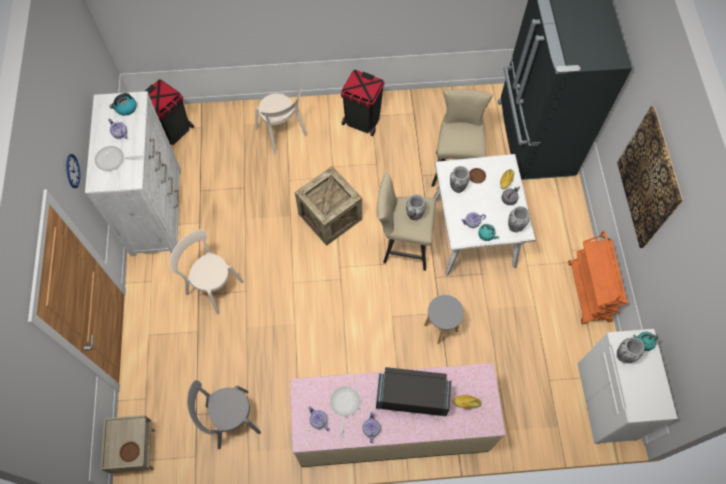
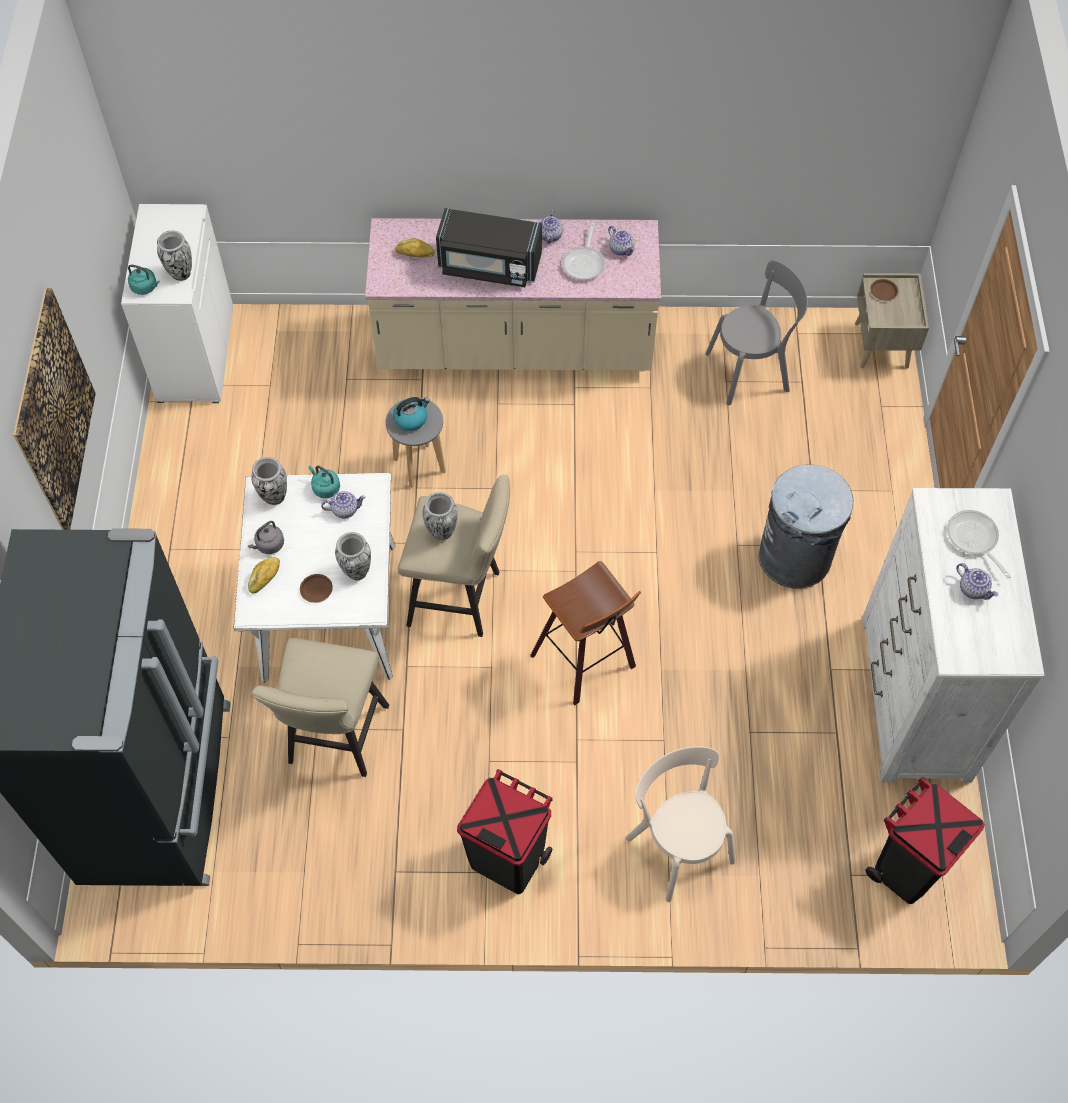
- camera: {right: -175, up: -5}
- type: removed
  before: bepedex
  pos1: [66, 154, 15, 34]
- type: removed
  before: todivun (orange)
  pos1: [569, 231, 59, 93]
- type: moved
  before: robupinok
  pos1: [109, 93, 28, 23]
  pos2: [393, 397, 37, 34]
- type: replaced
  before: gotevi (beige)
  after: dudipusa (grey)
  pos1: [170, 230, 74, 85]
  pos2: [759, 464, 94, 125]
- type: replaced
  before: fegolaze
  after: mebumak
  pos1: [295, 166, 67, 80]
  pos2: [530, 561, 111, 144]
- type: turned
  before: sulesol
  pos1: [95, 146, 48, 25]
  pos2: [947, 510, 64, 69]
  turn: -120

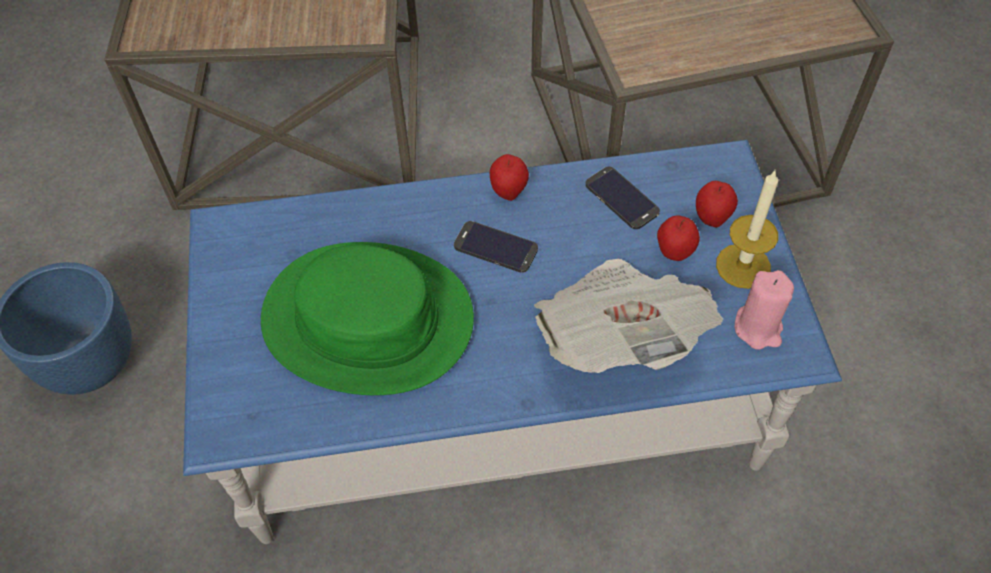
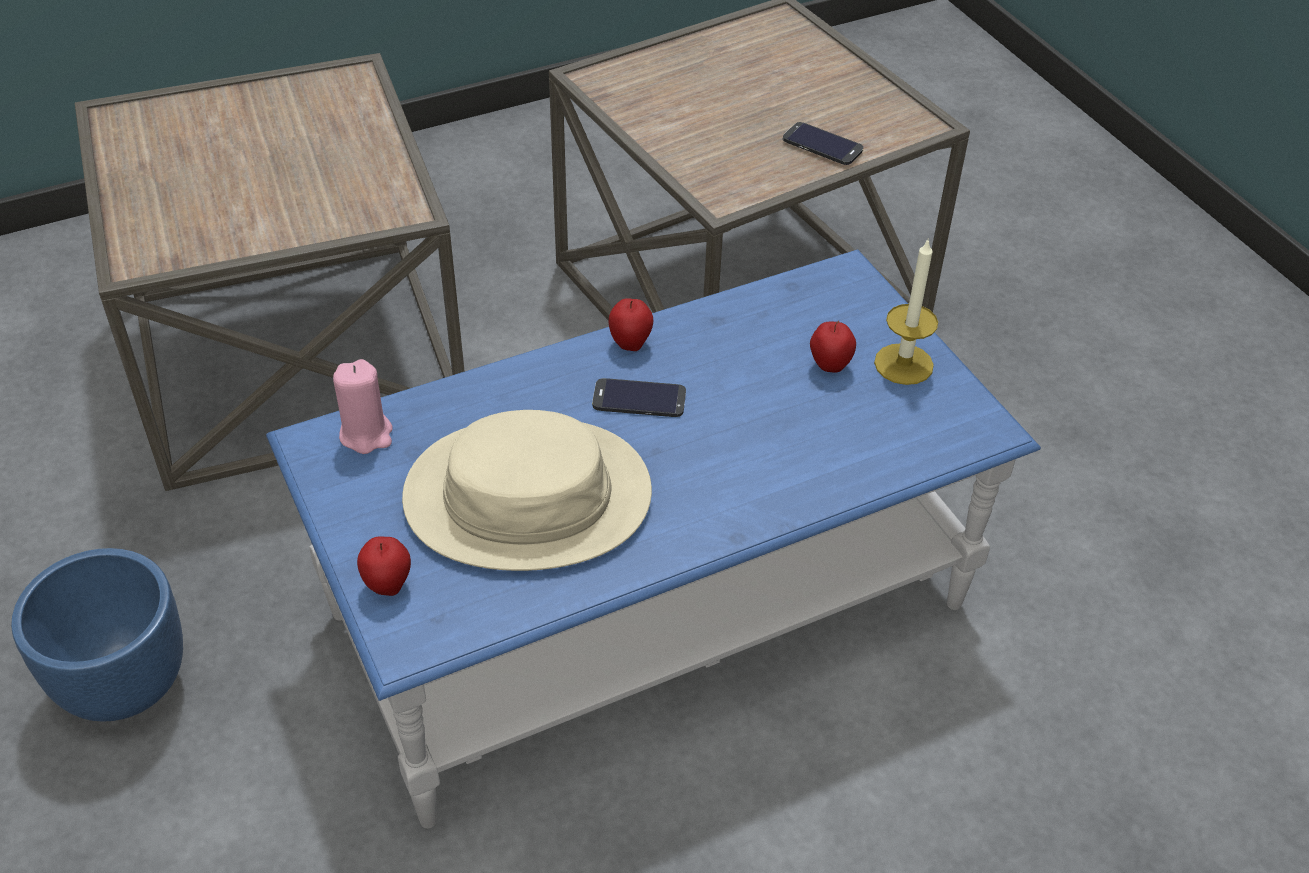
- camera: {right: -20, up: -10}
- type: removed
  before: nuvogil
  pos1: [534, 259, 189, 114]
- type: moved
  before: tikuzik
  pos1: [585, 167, 75, 62]
  pos2: [783, 122, 80, 43]
- type: moved
  before: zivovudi
  pos1: [696, 181, 42, 46]
  pos2: [357, 536, 54, 60]
- type: moved
  before: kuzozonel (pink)
  pos1: [735, 270, 59, 80]
  pos2: [333, 359, 59, 95]
- type: recoloured
  before: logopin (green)
  after: logopin (beige)
  pos1: [261, 242, 213, 153]
  pos2: [402, 410, 250, 161]

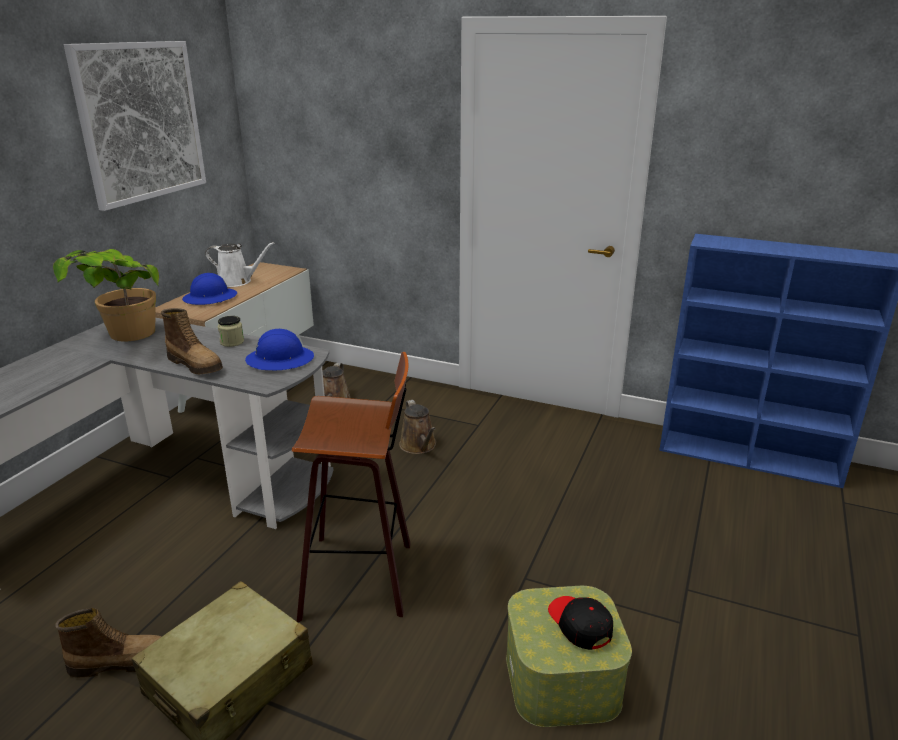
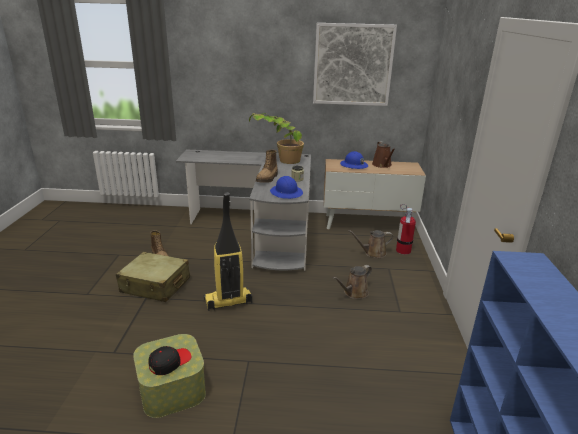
- camera: {right: 70, up: 0}
- type: added
  after: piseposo
  pos2: [396, 204, 20, 50]
- type: replaced
  before: mebumak
  after: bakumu
  pos1: [292, 352, 118, 270]
  pos2: [204, 192, 48, 119]
- type: recoloured
  before: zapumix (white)
  after: zapumix (brown)
  pos1: [205, 242, 69, 45]
  pos2: [372, 141, 23, 27]

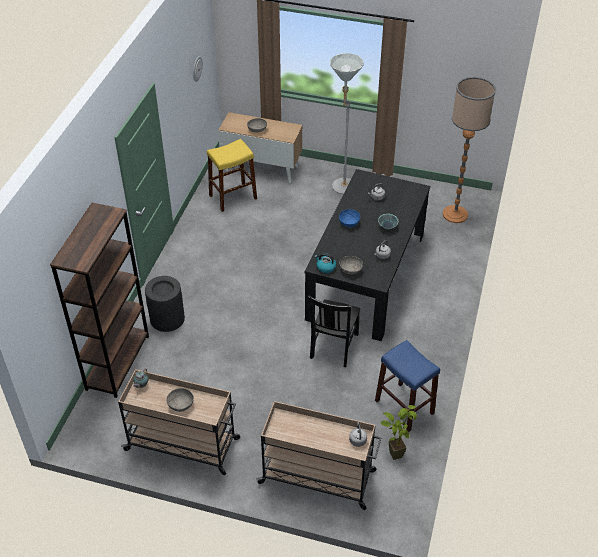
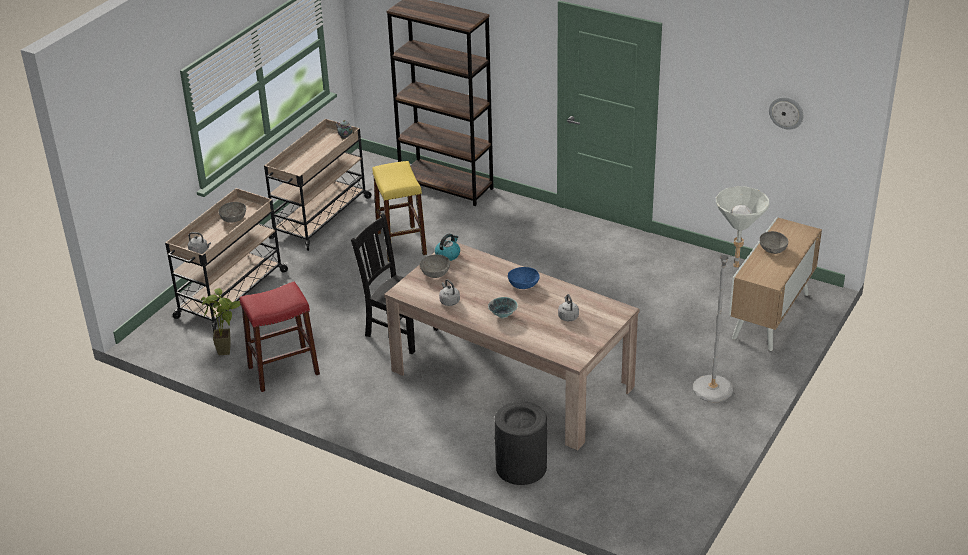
- camera: {right: 105, up: -10}
- type: removed
  before: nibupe
  pos1: [443, 77, 53, 146]
- type: moved
  before: dudipusa (black)
  pos1: [145, 276, 40, 56]
  pos2: [494, 401, 53, 84]
- type: moved
  before: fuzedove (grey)
  pos1: [166, 388, 28, 24]
  pos2: [219, 202, 27, 21]
- type: moved
  before: mebumak (yellow)
  pos1: [207, 139, 50, 73]
  pos2: [373, 161, 54, 101]
- type: recoloured
  before: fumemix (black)
  after: fumemix (beige)
  pos1: [304, 169, 126, 172]
  pos2: [384, 242, 256, 208]
- type: recoloured
  before: mebumak (blue)
  after: mebumak (red)
  pos1: [375, 340, 65, 92]
  pos2: [240, 281, 80, 111]

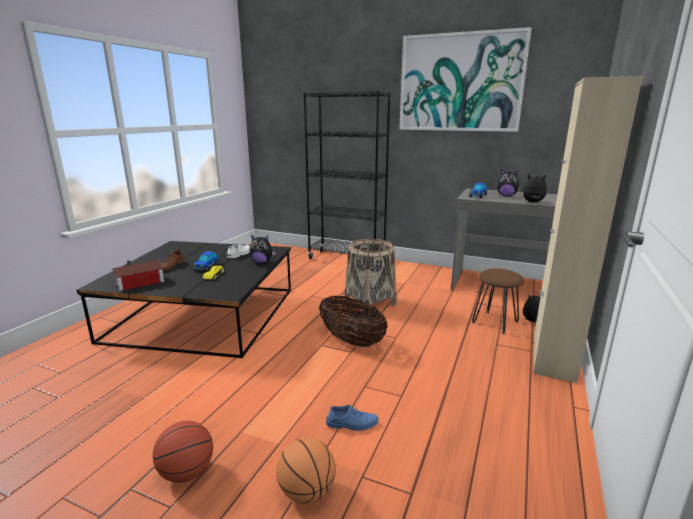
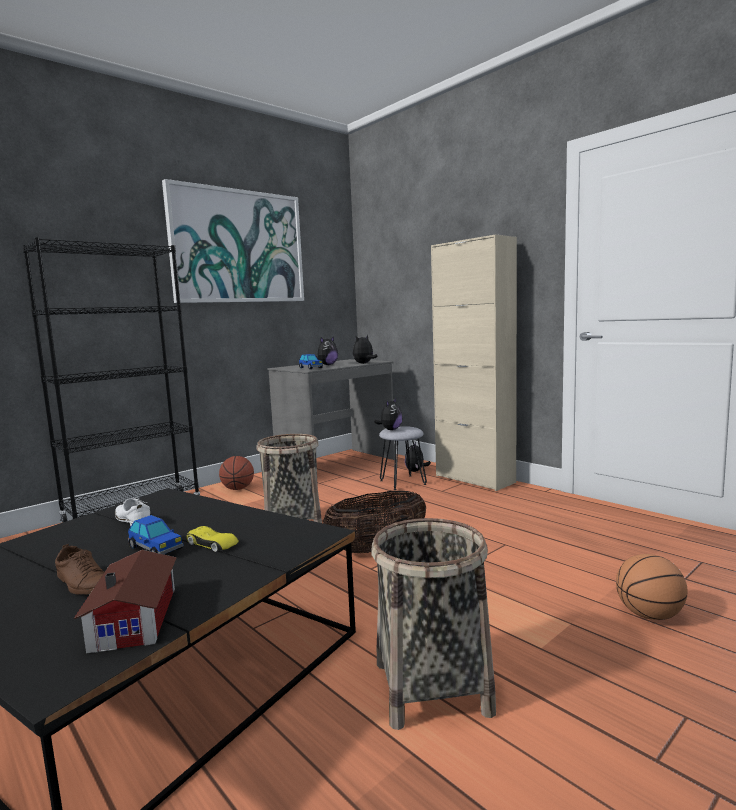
- camera: {right: -65, up: -10}
- type: removed
  before: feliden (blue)
  pos1: [326, 405, 53, 26]
- type: added
  after: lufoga
  pos2: [372, 518, 124, 212]
- type: moved
  before: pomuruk
  pos1: [153, 421, 60, 62]
  pos2: [219, 456, 35, 34]
- type: moved
  before: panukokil
  pos1: [249, 235, 27, 28]
  pos2: [374, 398, 28, 32]
- type: recoloured
  before: mebumak (brown)
  after: mebumak (grey)
  pos1: [472, 268, 52, 66]
  pos2: [379, 426, 48, 64]

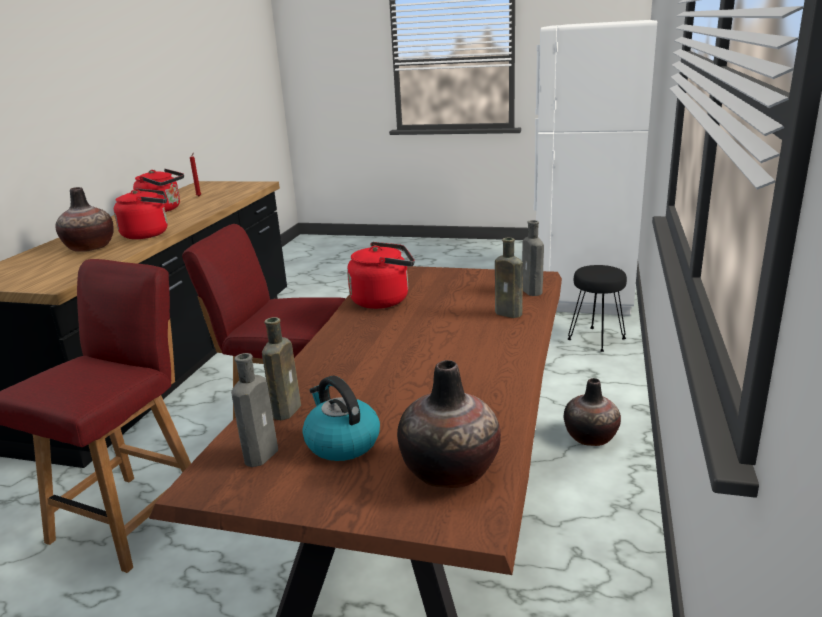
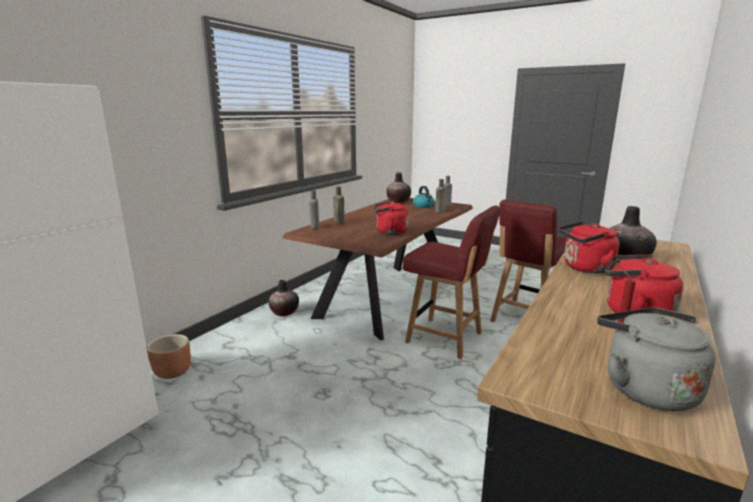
- camera: {right: -165, up: -5}
- type: added
  after: robupinok (grey)
  pos2: [597, 308, 119, 103]
- type: replaced
  before: mebumak (black)
  after: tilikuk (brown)
  pos1: [568, 265, 59, 87]
  pos2: [147, 334, 44, 45]

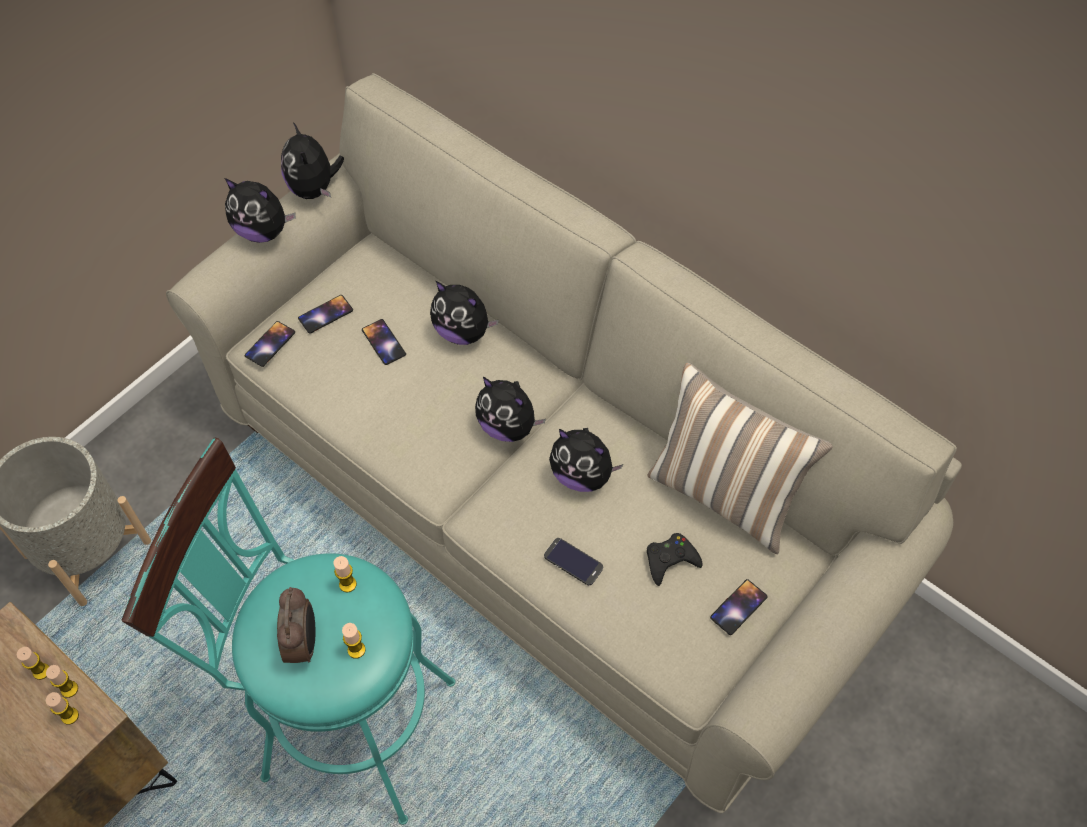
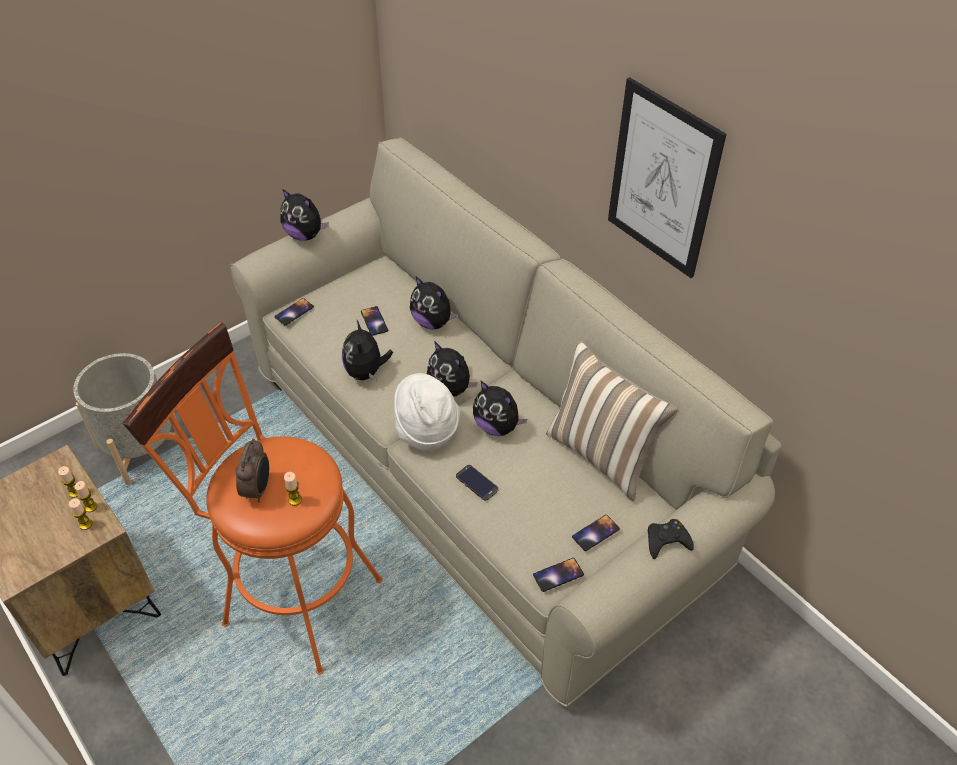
- camera: {right: 10, up: -10}
- type: removed
  before: kuzozonel
  pos1: [333, 556, 24, 37]
- type: added
  after: logopin (white)
  pos2: [394, 373, 66, 78]
- type: added
  after: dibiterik
  pos2: [608, 77, 118, 201]
- type: moved
  before: panukokil
  pos1: [281, 122, 63, 77]
  pos2: [342, 319, 51, 62]
- type: moved
  before: tikuzik
  pos1: [298, 295, 55, 39]
  pos2: [533, 558, 51, 34]
- type: moved
  before: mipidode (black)
  pos1: [647, 533, 56, 53]
  pos2: [648, 519, 46, 40]
- type: recoloured
  before: mebumak (turquoise)
  after: mebumak (orange)
  pos1: [122, 438, 333, 387]
  pos2: [123, 322, 260, 353]

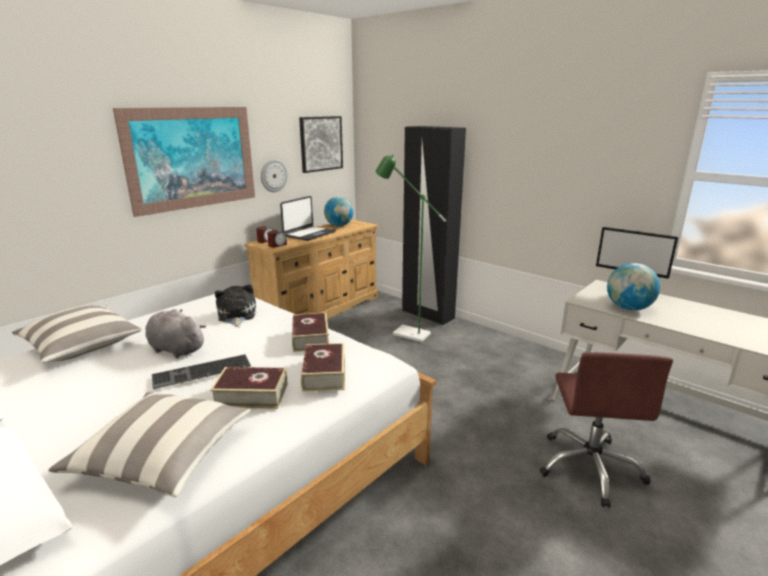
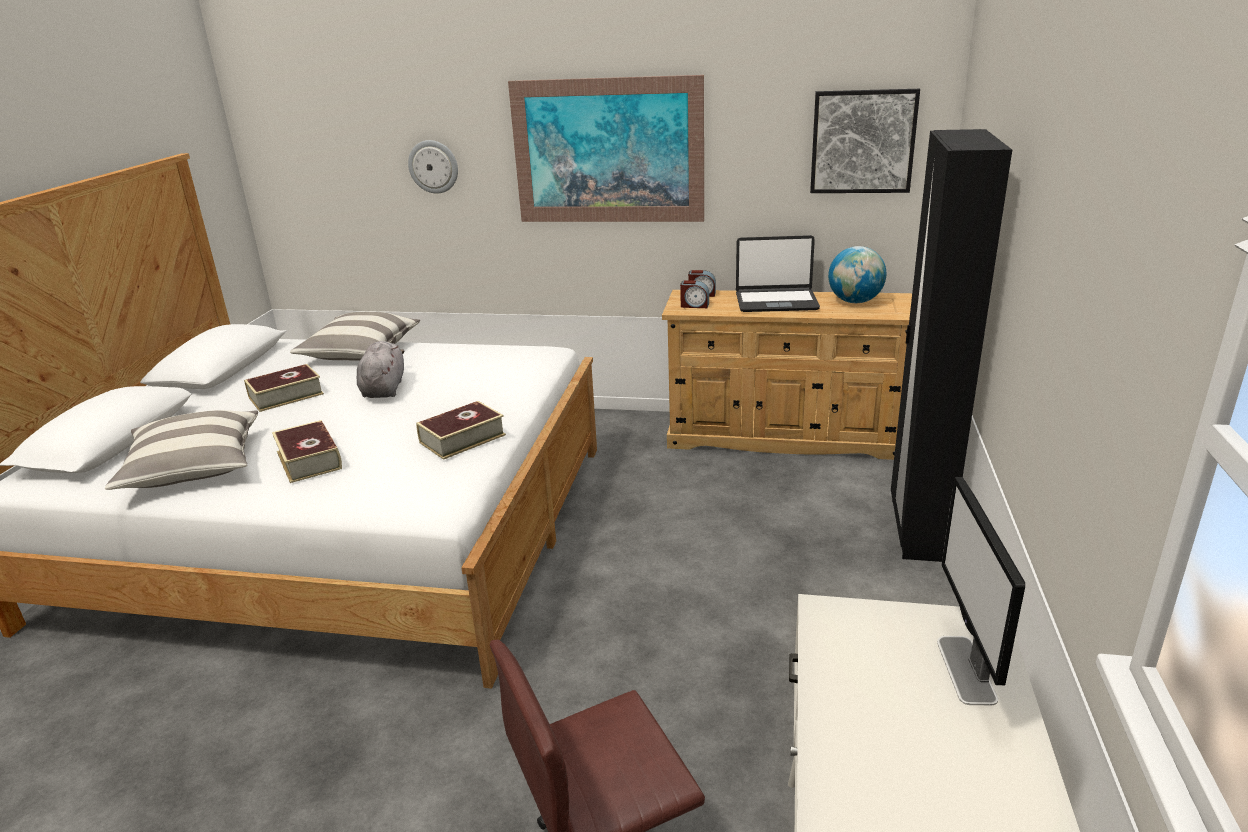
- camera: {right: 60, up: 5}
- type: removed
  before: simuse
  pos1: [152, 354, 99, 35]
- type: removed
  before: panukokil
  pos1: [215, 284, 41, 43]
- type: removed
  before: nibupe (green)
  pos1: [376, 154, 71, 188]
- type: removed
  before: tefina
  pos1: [607, 263, 53, 48]
- type: moved
  before: bepedex
  pos1: [261, 159, 27, 33]
  pos2: [408, 140, 50, 54]
- type: moved
  before: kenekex
  pos1: [301, 343, 44, 49]
  pos2: [244, 364, 80, 48]

